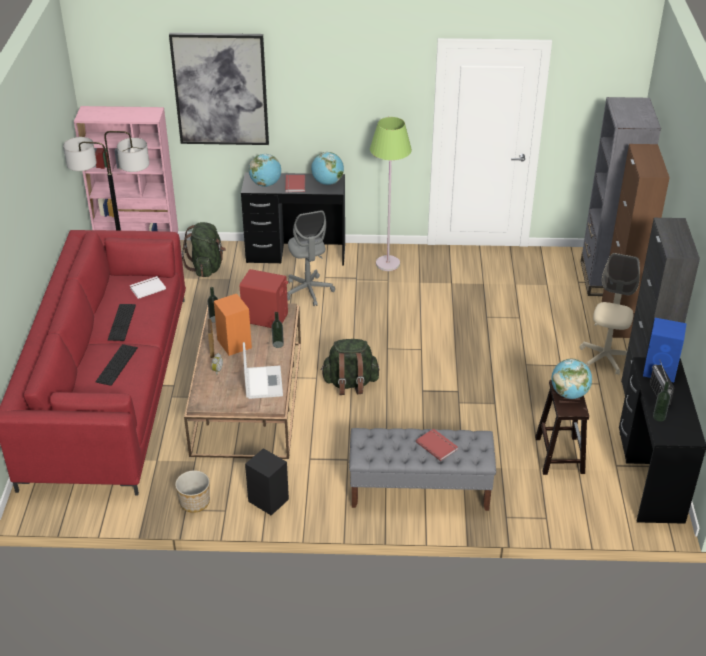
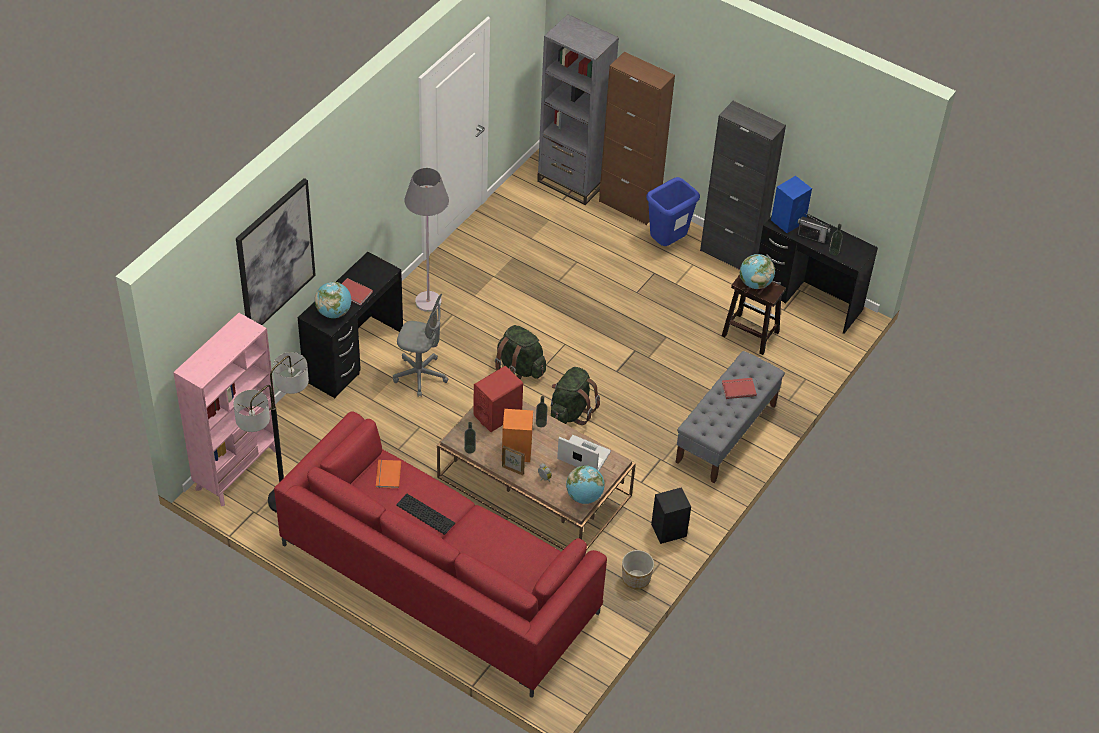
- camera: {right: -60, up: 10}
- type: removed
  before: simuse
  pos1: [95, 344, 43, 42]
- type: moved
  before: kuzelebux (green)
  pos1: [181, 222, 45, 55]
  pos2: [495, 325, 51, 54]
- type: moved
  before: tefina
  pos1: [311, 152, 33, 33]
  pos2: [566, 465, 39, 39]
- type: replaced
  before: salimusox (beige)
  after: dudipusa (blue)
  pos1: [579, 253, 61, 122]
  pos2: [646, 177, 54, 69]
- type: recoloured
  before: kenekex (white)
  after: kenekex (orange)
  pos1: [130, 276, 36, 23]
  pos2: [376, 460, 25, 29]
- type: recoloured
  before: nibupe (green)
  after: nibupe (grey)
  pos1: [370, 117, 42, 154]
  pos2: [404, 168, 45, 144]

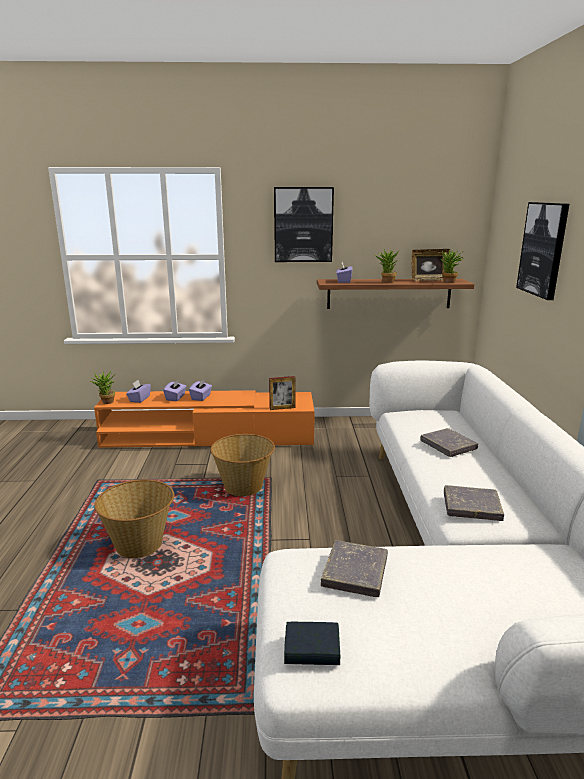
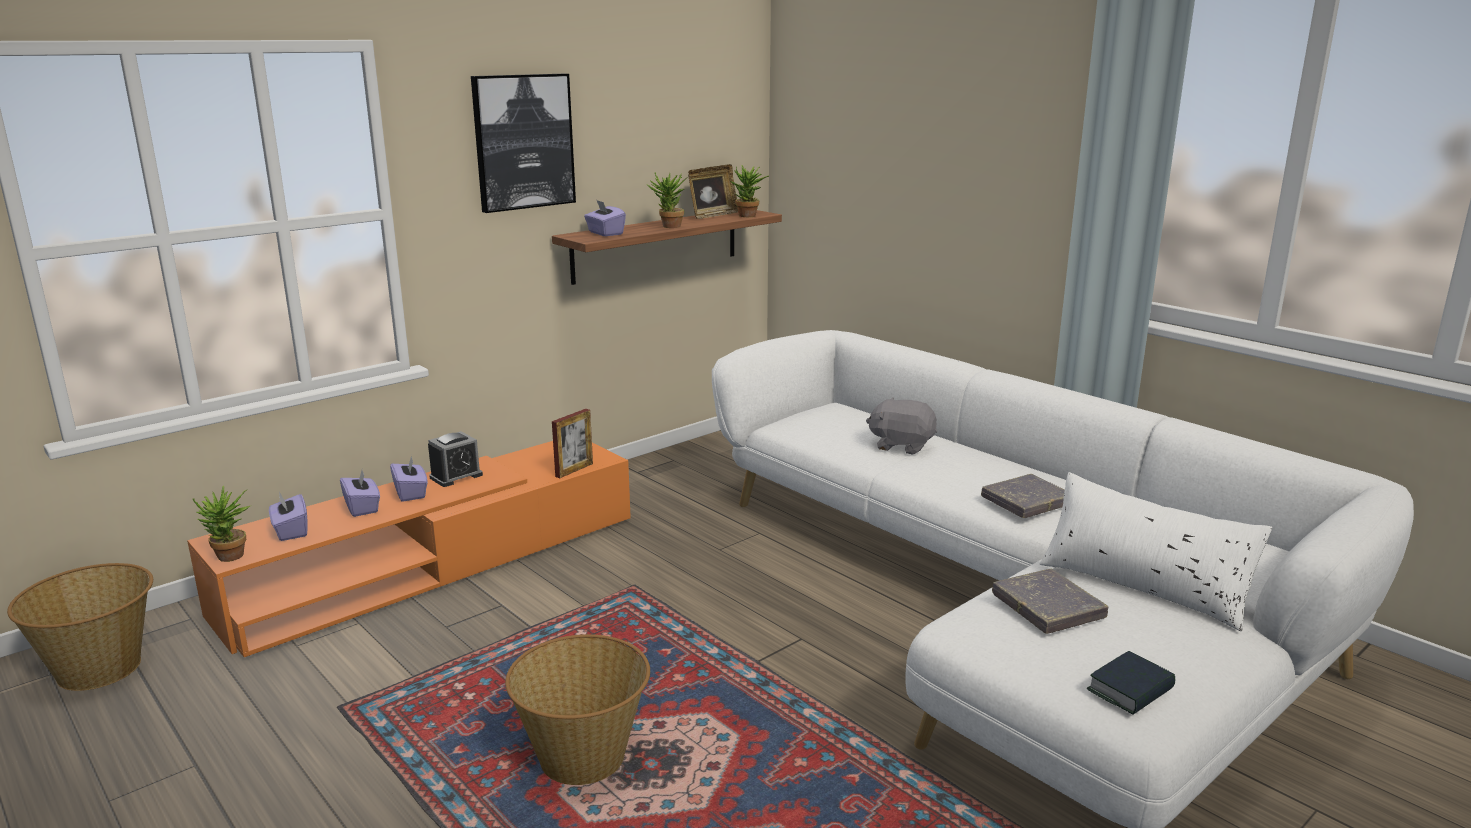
- camera: {right: -40, up: 0}
- type: removed
  before: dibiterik
  pos1: [516, 202, 53, 98]
- type: added
  after: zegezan
  pos2: [428, 431, 55, 56]
- type: added
  after: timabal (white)
  pos2: [1040, 472, 232, 159]
- type: moved
  before: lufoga
  pos1: [210, 434, 65, 62]
  pos2: [7, 563, 146, 128]
- type: replaced
  before: kenekex (grey)
  after: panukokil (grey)
  pos1: [420, 428, 58, 29]
  pos2: [866, 397, 71, 58]

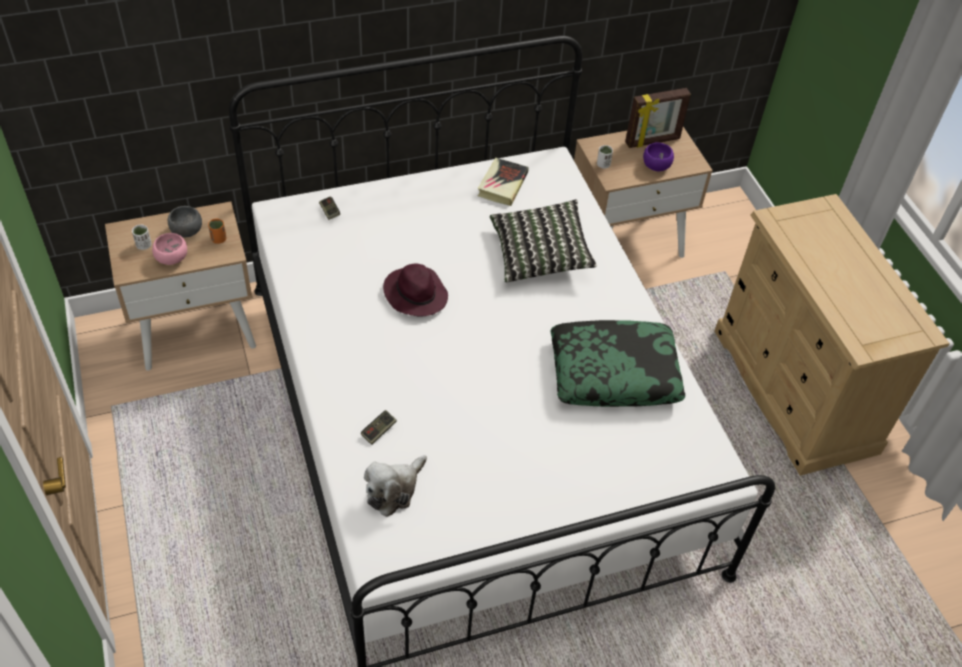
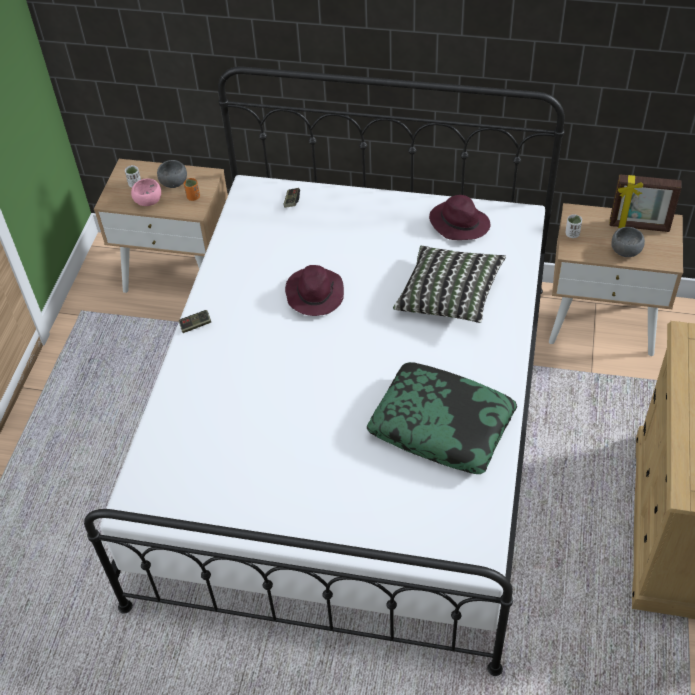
- camera: {right: 35, up: 0}
- type: removed
  before: panukokil
  pos1: [364, 455, 63, 62]
- type: moved
  before: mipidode
  pos1: [361, 410, 36, 35]
  pos2: [179, 310, 32, 23]
- type: replaced
  before: kenekex
  after: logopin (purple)
  pos1: [478, 158, 51, 48]
  pos2: [429, 195, 61, 45]
- type: recoloured
  before: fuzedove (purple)
  after: fuzedove (grey)
  pos1: [643, 142, 31, 29]
  pos2: [612, 227, 33, 30]

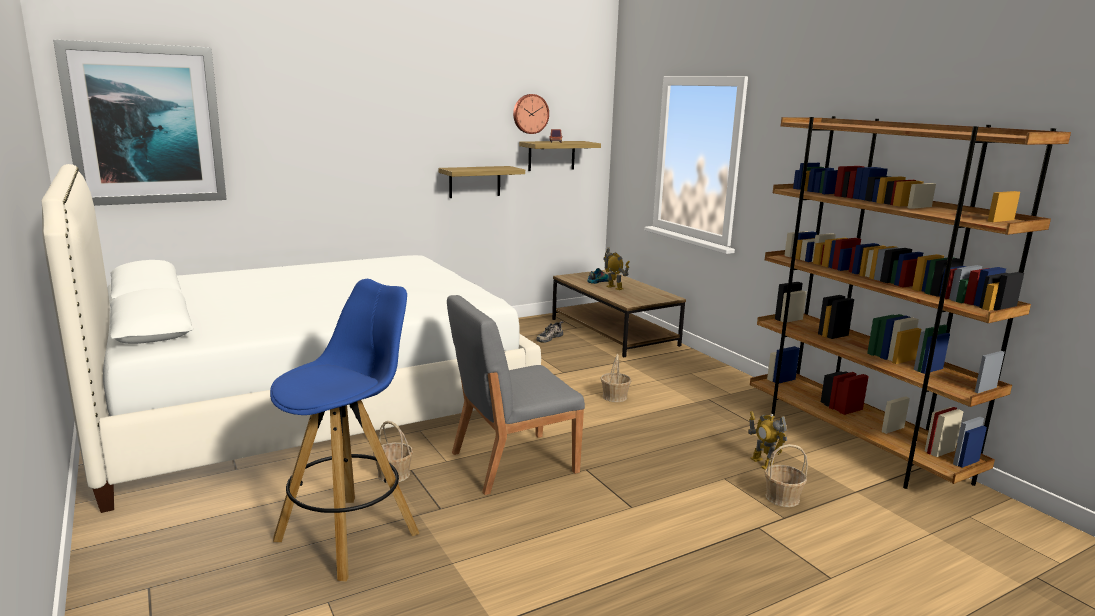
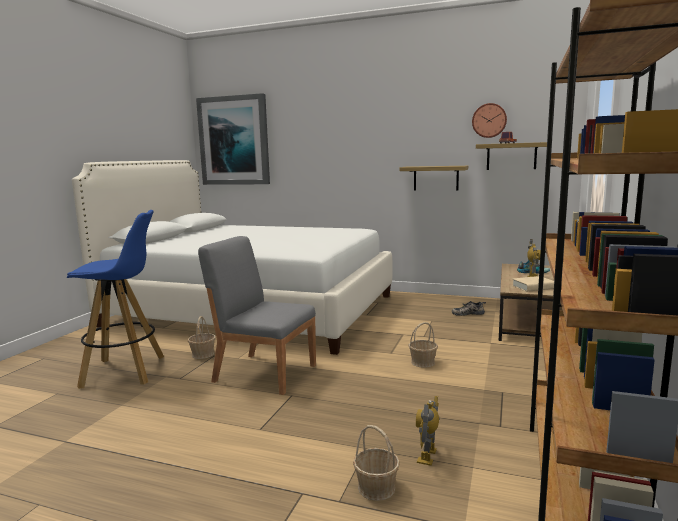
- camera: {right: 50, up: -5}
- type: added
  after: kenekex (beige)
  pos2: [512, 276, 42, 16]

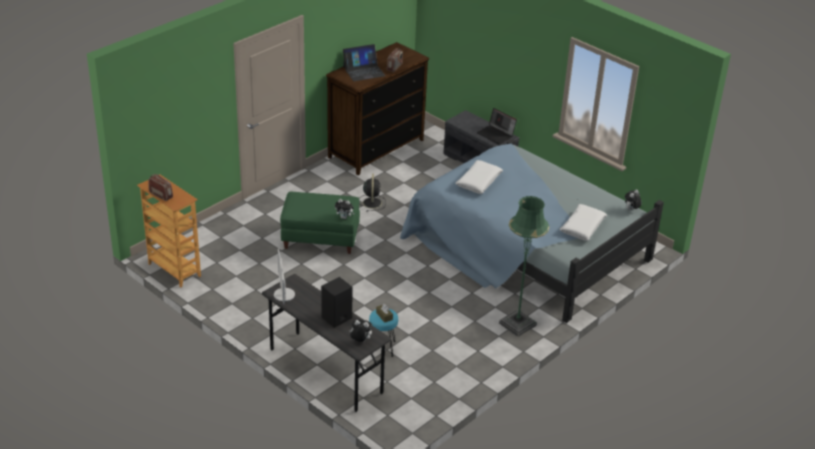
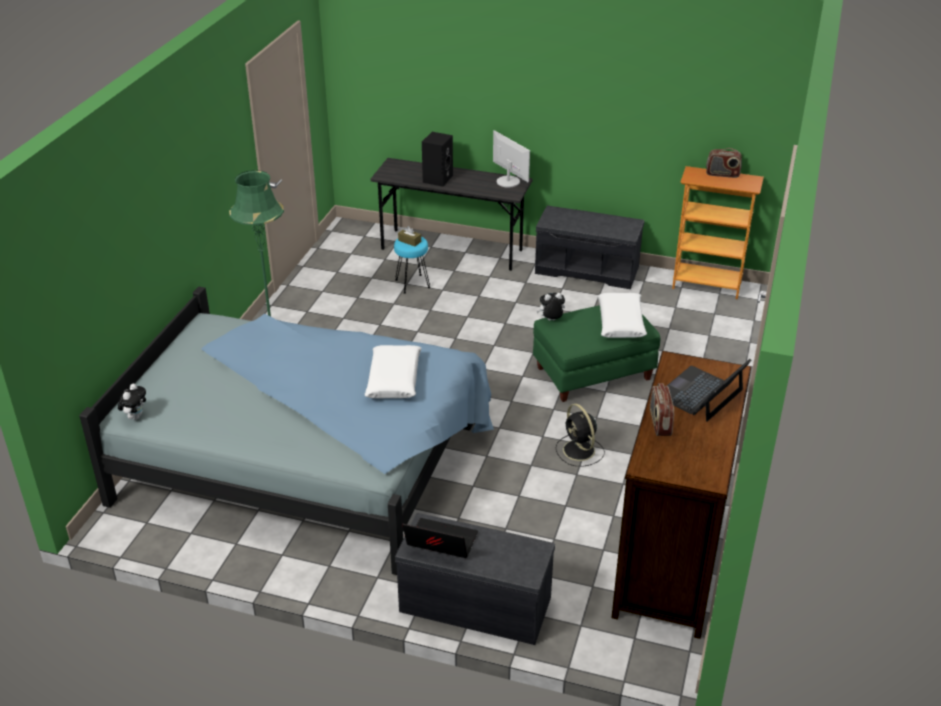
- camera: {right: 155, up: 0}
- type: removed
  before: panukokil
  pos1: [349, 320, 23, 22]
- type: added
  after: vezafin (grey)
  pos2: [535, 206, 109, 83]
- type: moved
  before: timabal (white)
  pos1: [559, 204, 48, 37]
  pos2: [597, 293, 50, 45]

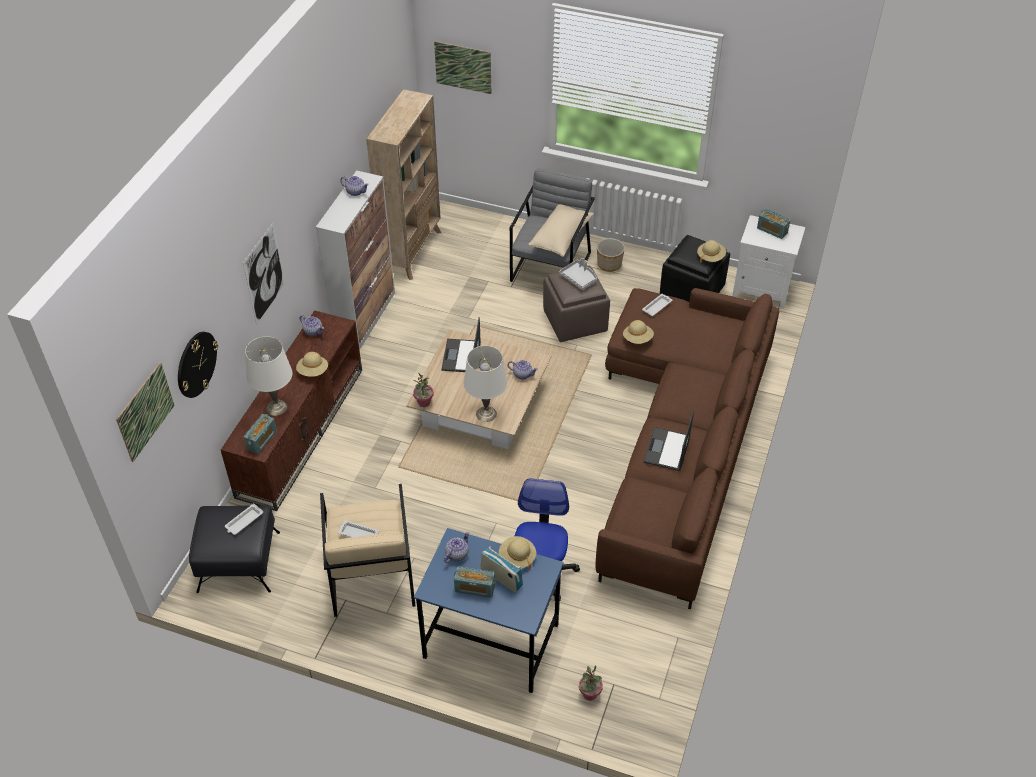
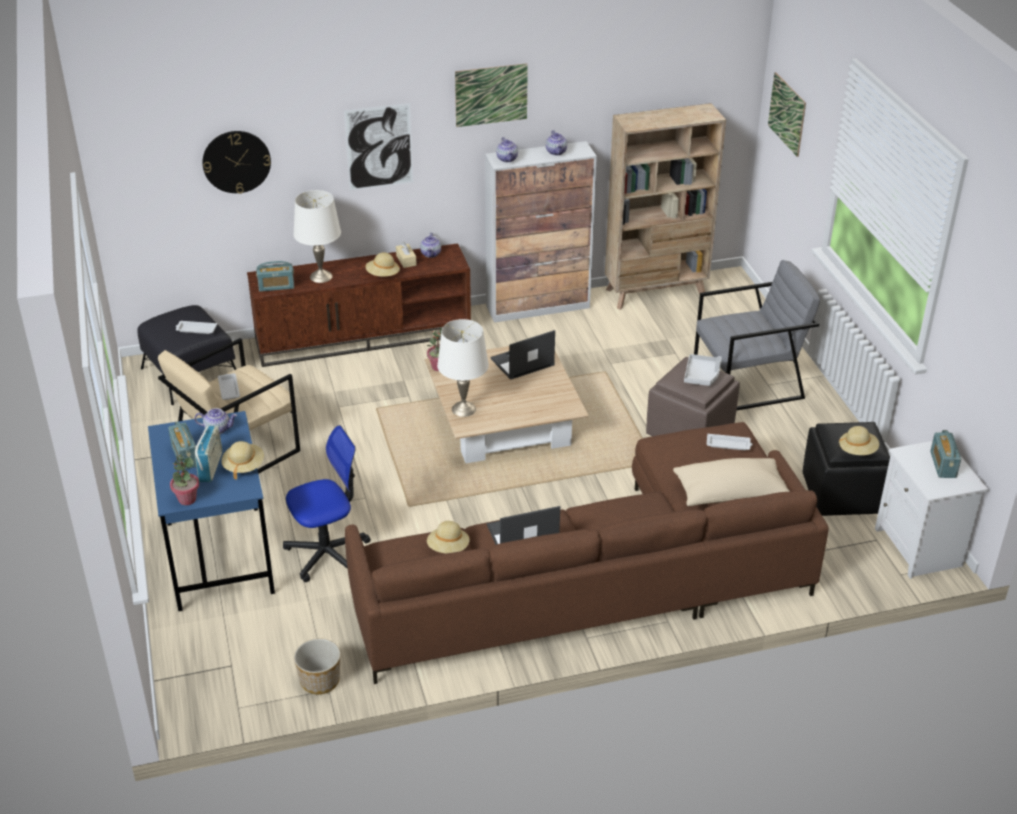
- camera: {right: 55, up: -10}
- type: added
  after: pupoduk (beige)
  pos2: [396, 242, 21, 26]
- type: moved
  before: dibiterik
  pos1: [116, 362, 59, 100]
  pos2: [455, 63, 73, 64]
- type: moved
  before: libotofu
  pos1: [508, 360, 30, 20]
  pos2: [496, 137, 22, 25]
- type: moved
  before: timabal (beige)
  pos1: [528, 204, 66, 53]
  pos2: [673, 458, 117, 48]
- type: moved
  before: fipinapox
  pos1: [579, 665, 24, 36]
  pos2: [170, 454, 29, 51]
- type: moved
  before: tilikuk
  pos1: [597, 238, 28, 34]
  pos2: [294, 639, 46, 55]
- type: moved
  before: logopin (beige)
  pos1: [623, 320, 31, 24]
  pos2: [427, 521, 43, 33]

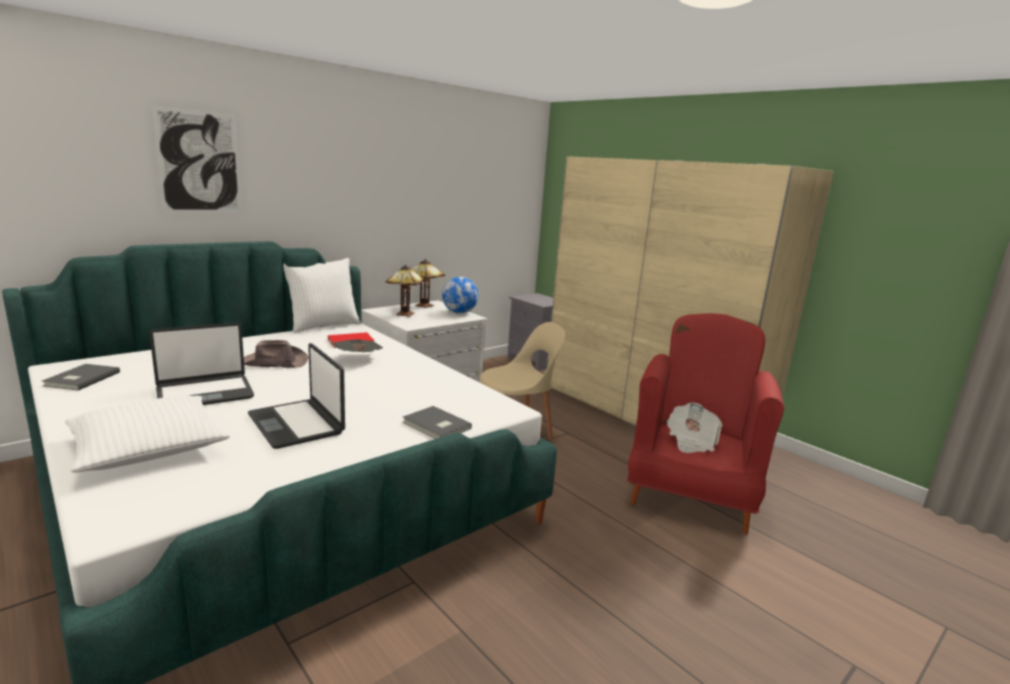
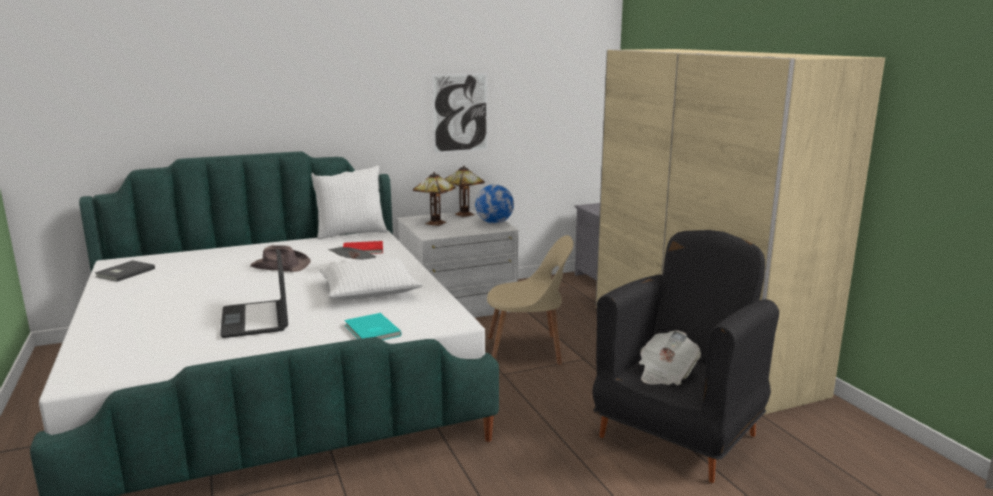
- camera: {right: 20, up: 0}
- type: removed
  before: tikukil
  pos1: [149, 323, 105, 82]
- type: moved
  before: timabal (white)
  pos1: [65, 395, 165, 78]
  pos2: [319, 257, 104, 43]
- type: moved
  before: dibiterik
  pos1: [152, 106, 89, 106]
  pos2: [432, 73, 56, 80]
- type: recoloured
  before: kenekex (grey)
  after: kenekex (turquoise)
  pos1: [403, 406, 69, 33]
  pos2: [344, 313, 58, 27]
- type: recoloured
  before: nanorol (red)
  after: nanorol (black)
  pos1: [627, 313, 157, 221]
  pos2: [592, 230, 187, 253]

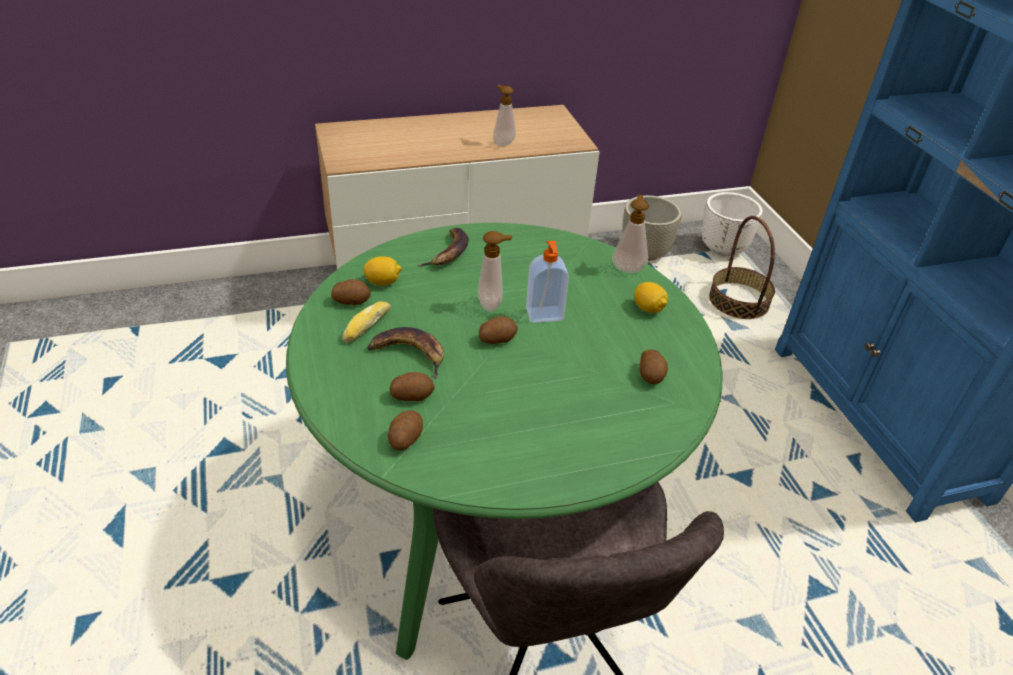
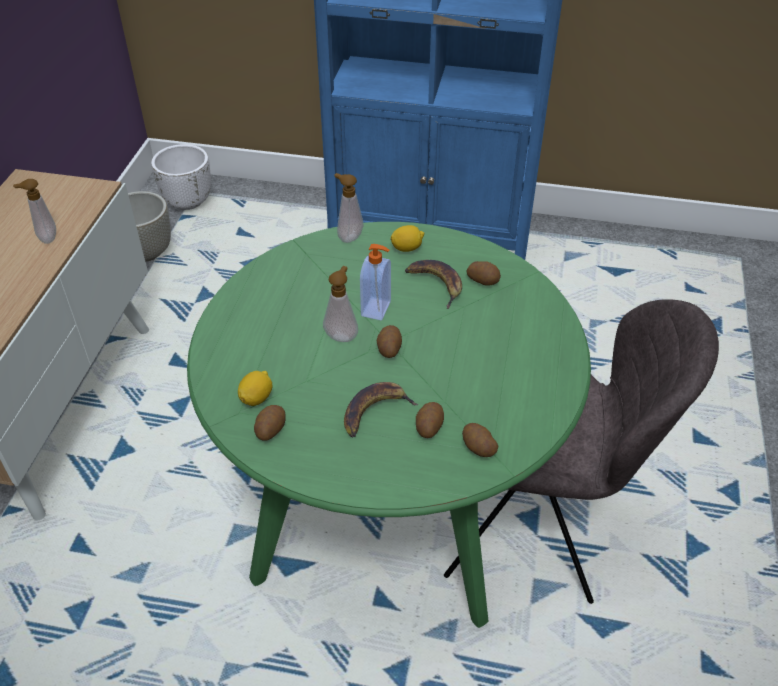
- camera: {right: -60, up: 5}
- type: removed
  before: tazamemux
  pos1: [343, 301, 48, 42]
- type: removed
  before: lufoga
  pos1: [709, 216, 66, 103]
- type: moved
  before: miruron
  pos1: [417, 228, 52, 39]
  pos2: [405, 260, 57, 49]

